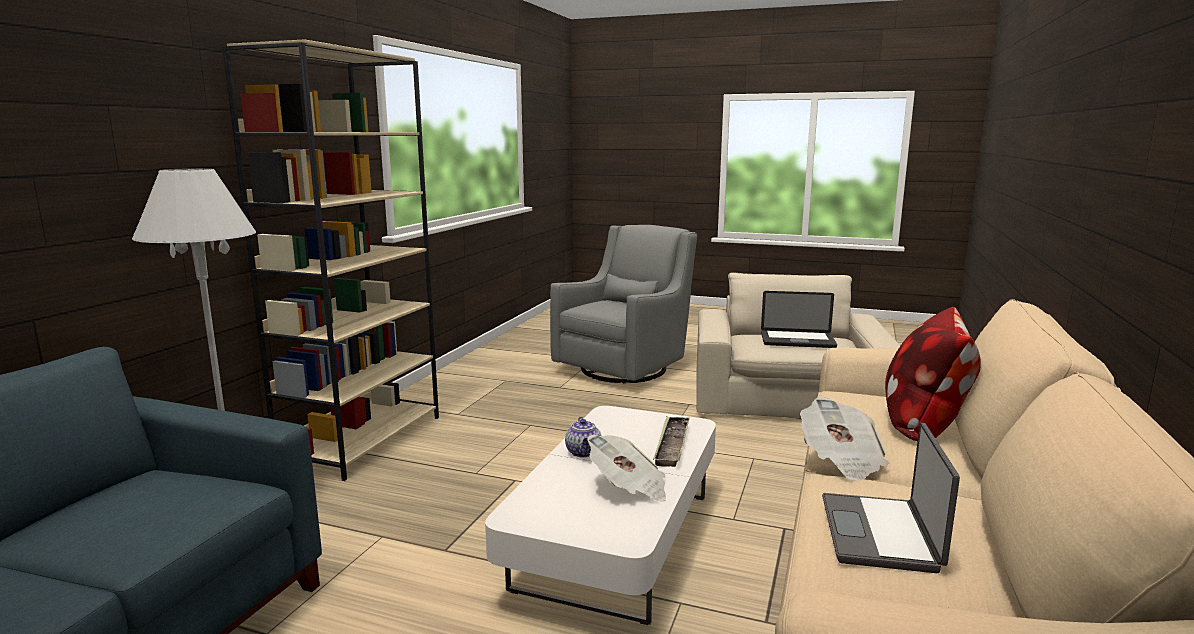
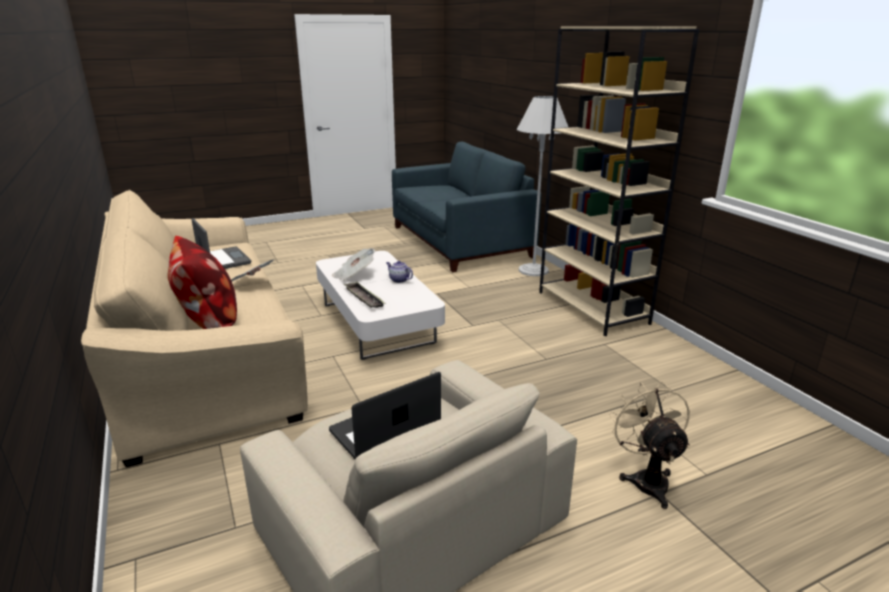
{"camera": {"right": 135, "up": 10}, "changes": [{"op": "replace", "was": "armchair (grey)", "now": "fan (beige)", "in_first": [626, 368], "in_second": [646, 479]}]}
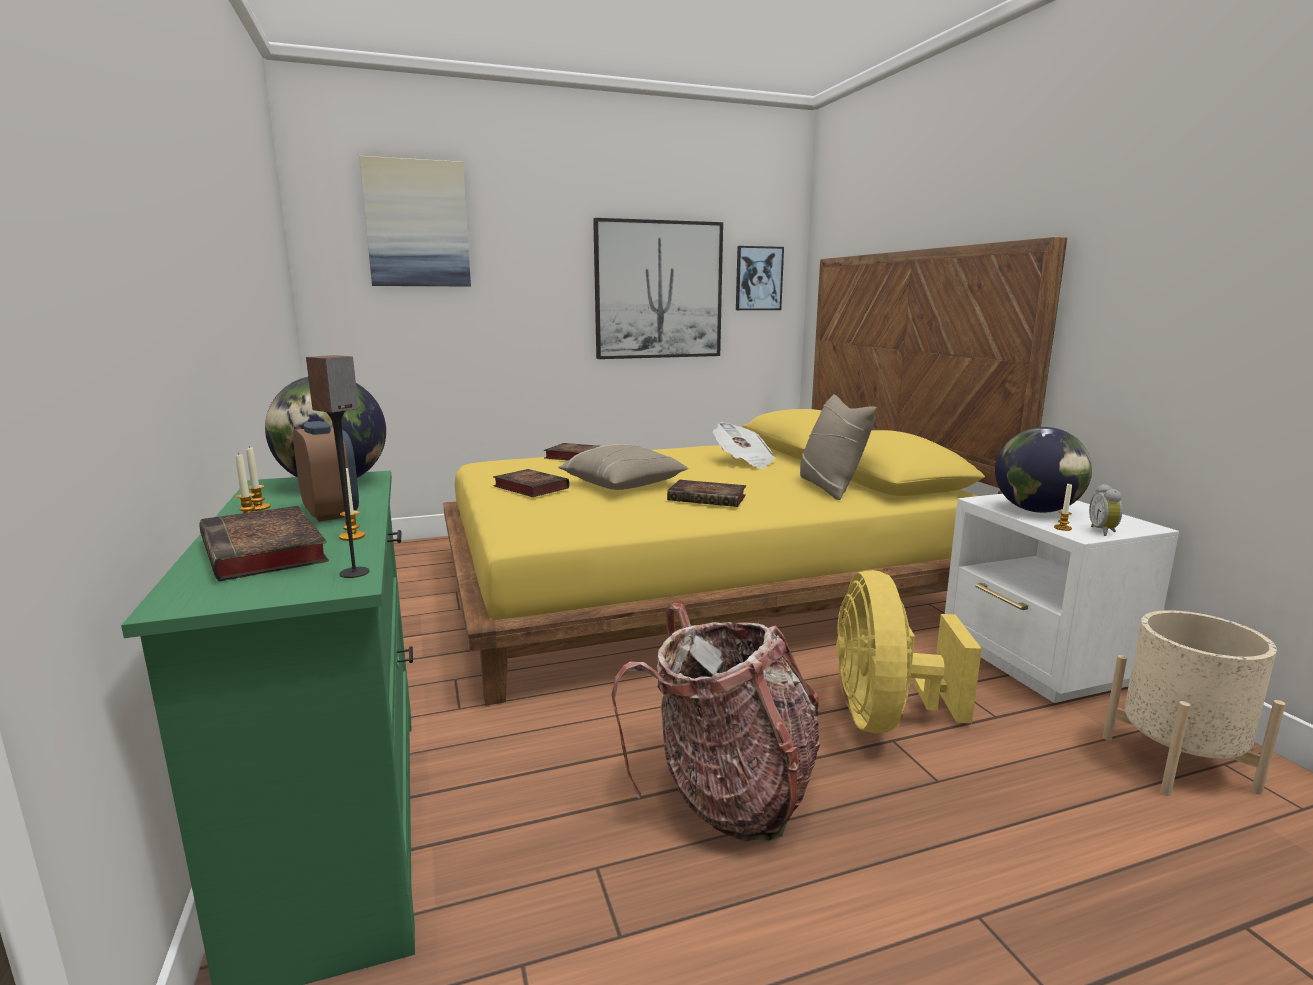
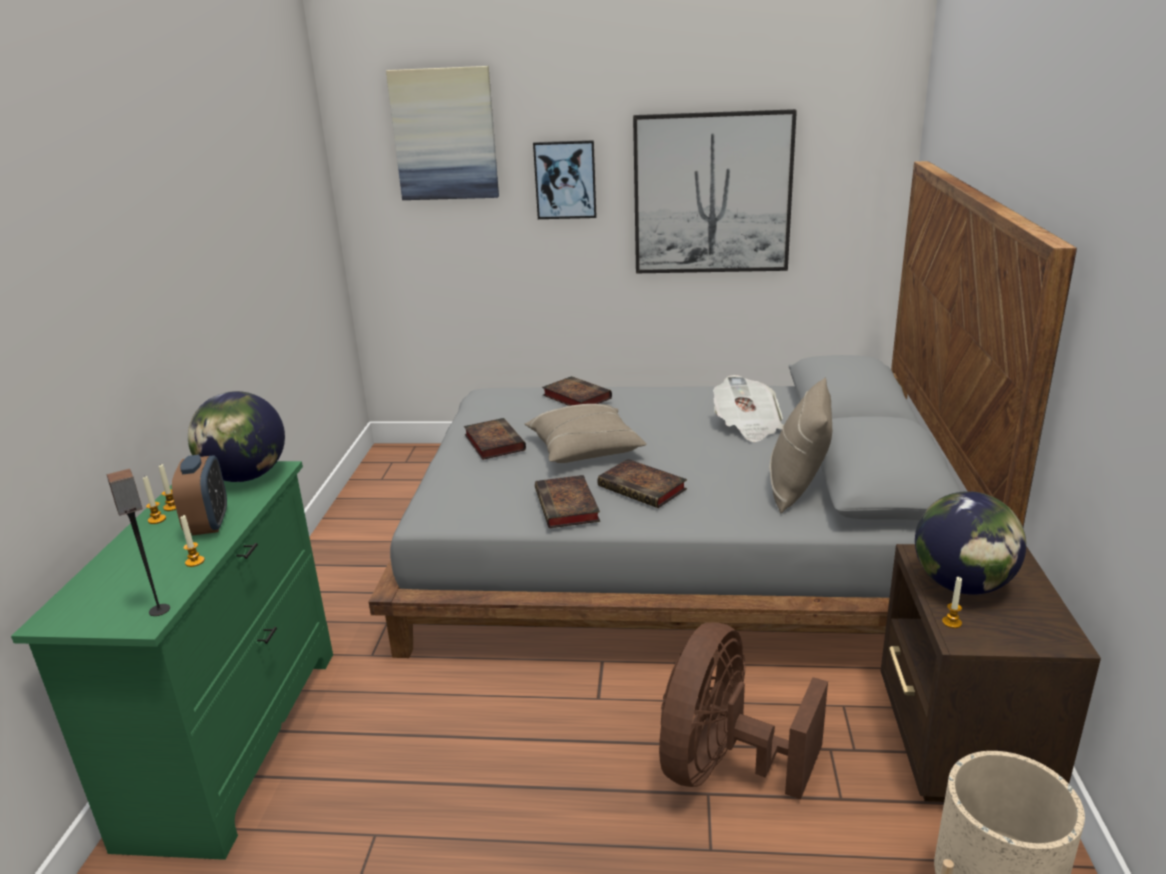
{"camera": {"right": 25, "up": 10}, "changes": [{"op": "move", "was": "book", "in_first": [266, 552], "in_second": [568, 507]}, {"op": "recolor", "was": "bed (yellow)", "now": "bed (grey)", "in_first": [699, 583], "in_second": [676, 552]}, {"op": "delete", "was": "backpack", "in_first": [729, 794]}, {"op": "move", "was": "picture", "in_first": [758, 278], "in_second": [565, 180]}, {"op": "recolor", "was": "fan (yellow)", "now": "fan (brown)", "in_first": [885, 717], "in_second": [724, 766]}, {"op": "recolor", "was": "nightstand (white)", "now": "nightstand (brown)", "in_first": [1037, 664], "in_second": [958, 747]}, {"op": "delete", "was": "alarm clock", "in_first": [1104, 531]}]}
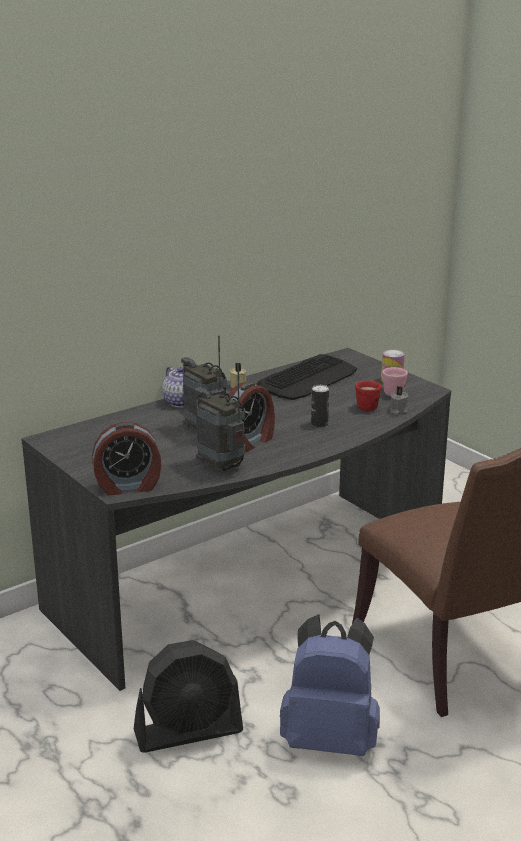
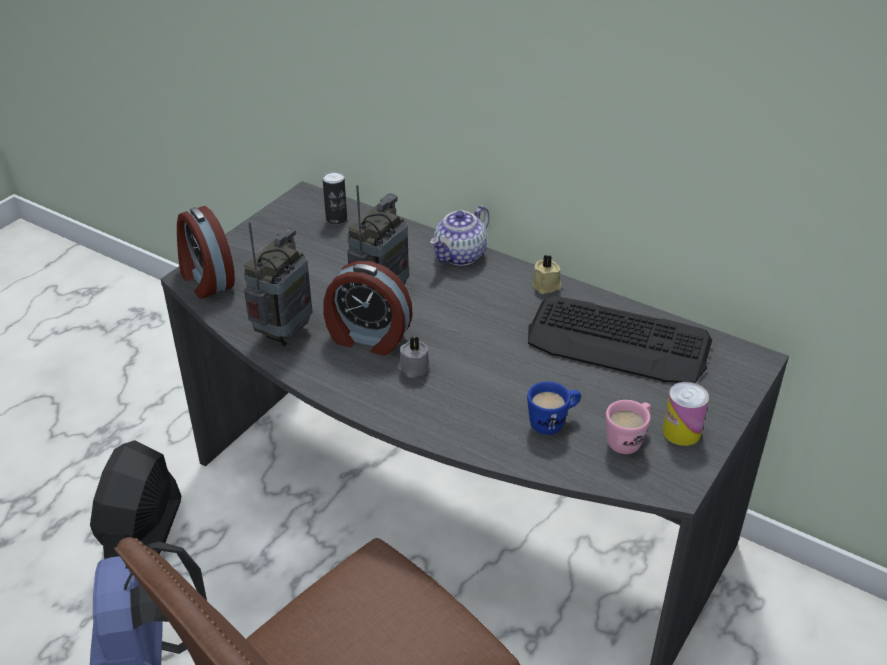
{"camera": {"right": 70, "up": 15}, "changes": [{"op": "rotate", "was": "fan (black)", "in_first": [189, 731], "in_second": [144, 539], "clockwise": 45}, {"op": "move", "was": "can", "in_first": [319, 424], "in_second": [336, 219]}, {"op": "recolor", "was": "mug (red)", "now": "mug (blue)", "in_first": [366, 406], "in_second": [553, 422]}, {"op": "move", "was": "candle (grey)", "in_first": [397, 411], "in_second": [413, 368]}]}
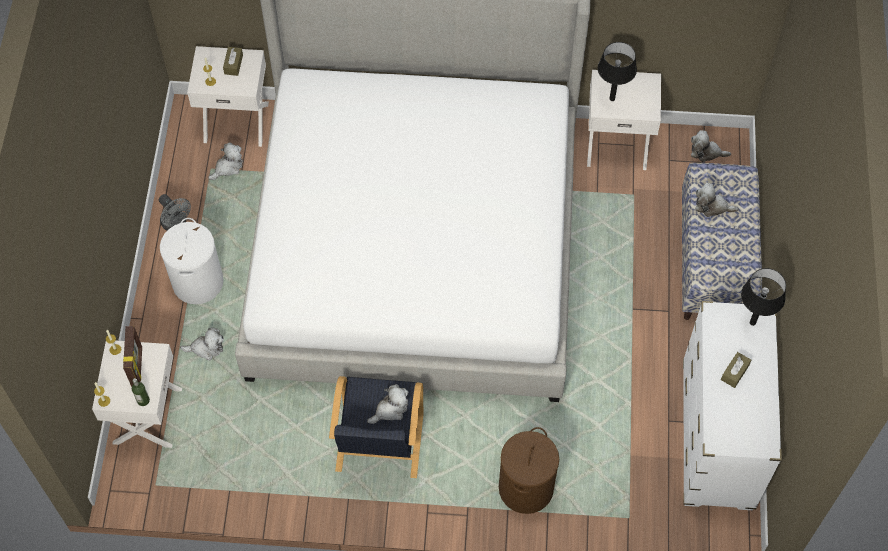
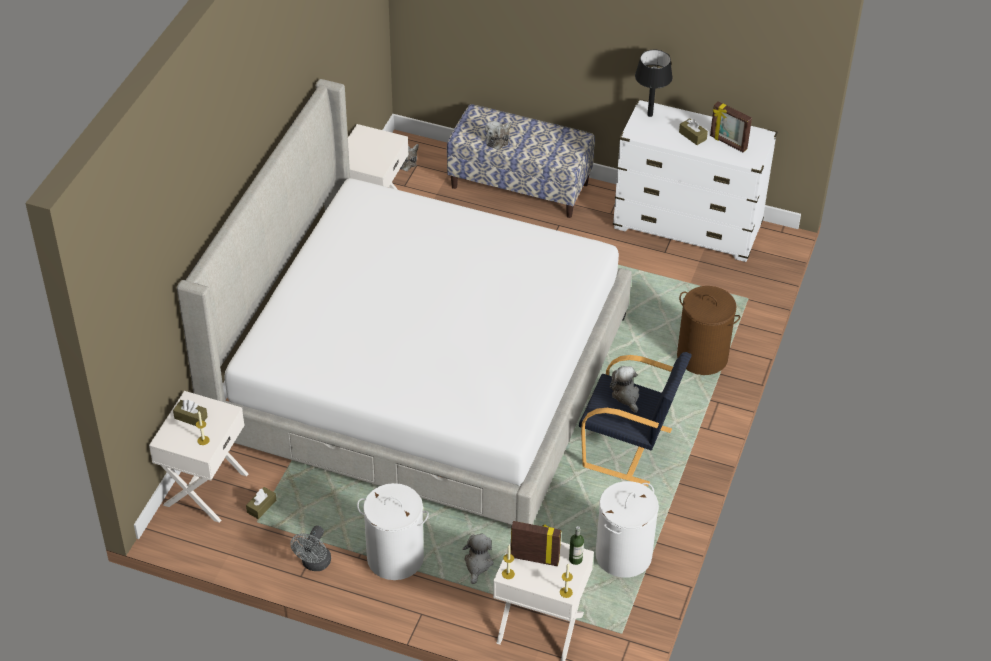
{"camera": {"right": -75, "up": -15}, "changes": [{"op": "rotate", "was": "fan (grey)", "in_first": [176, 224], "in_second": [314, 564], "clockwise": 135}, {"op": "replace", "was": "plush toy", "now": "tissue box (brown)", "in_first": [228, 167], "in_second": [261, 506]}, {"op": "delete", "was": "table lamp (black)", "in_first": [612, 99]}, {"op": "insert", "now": "laundry basket (white)", "in_second": [623, 555]}, {"op": "insert", "now": "picture frame", "in_second": [728, 143]}]}
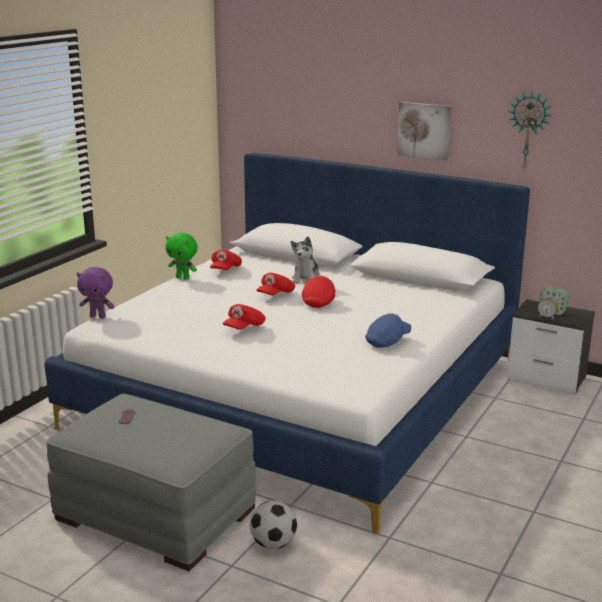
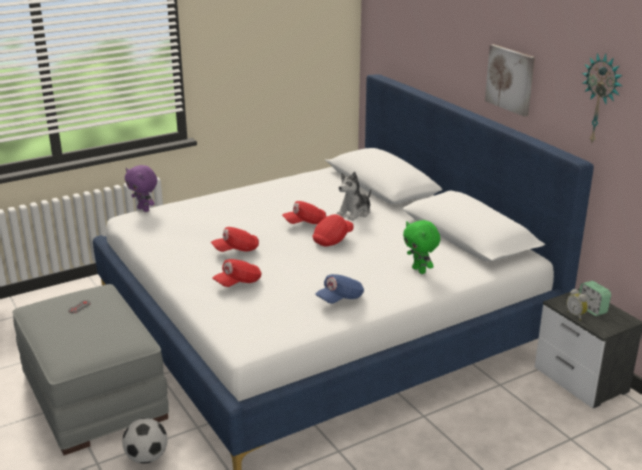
{"camera": {"right": 30, "up": 5}, "changes": [{"op": "move", "was": "plush toy (green)", "in_first": [183, 278], "in_second": [420, 270]}, {"op": "move", "was": "cap (red)", "in_first": [225, 270], "in_second": [238, 283]}, {"op": "rotate", "was": "cap (blue)", "in_first": [387, 341], "in_second": [340, 299], "clockwise": 150}]}
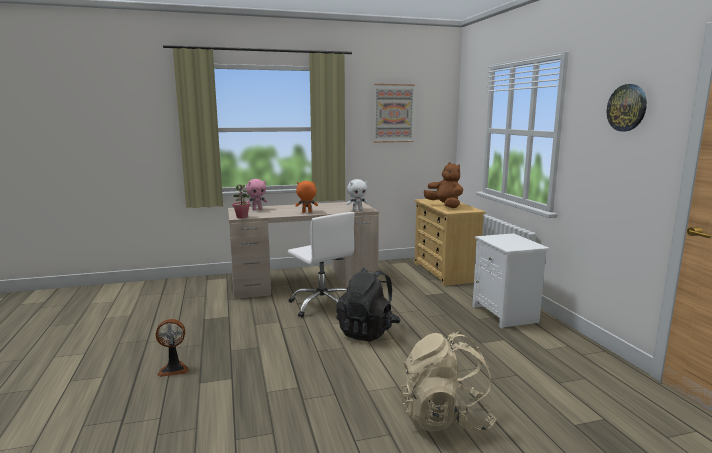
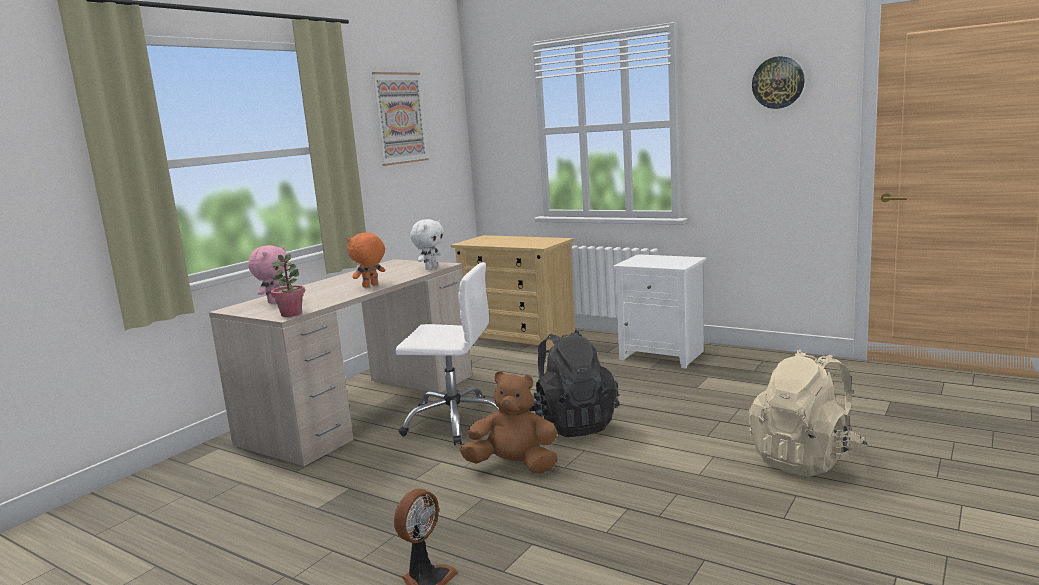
{"camera": {"right": -40, "up": 0}, "changes": [{"op": "move", "was": "plush toy (brown)", "in_first": [445, 206], "in_second": [514, 466]}]}
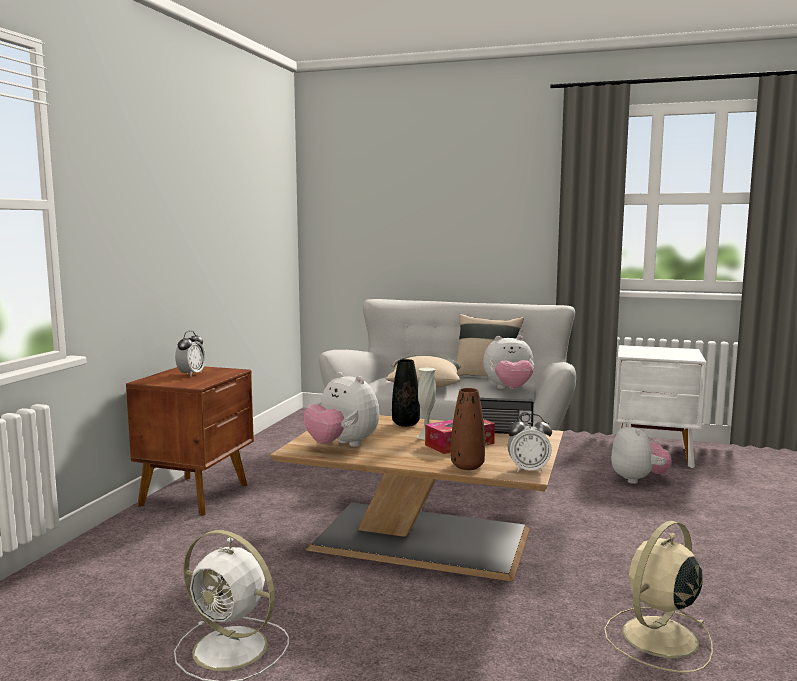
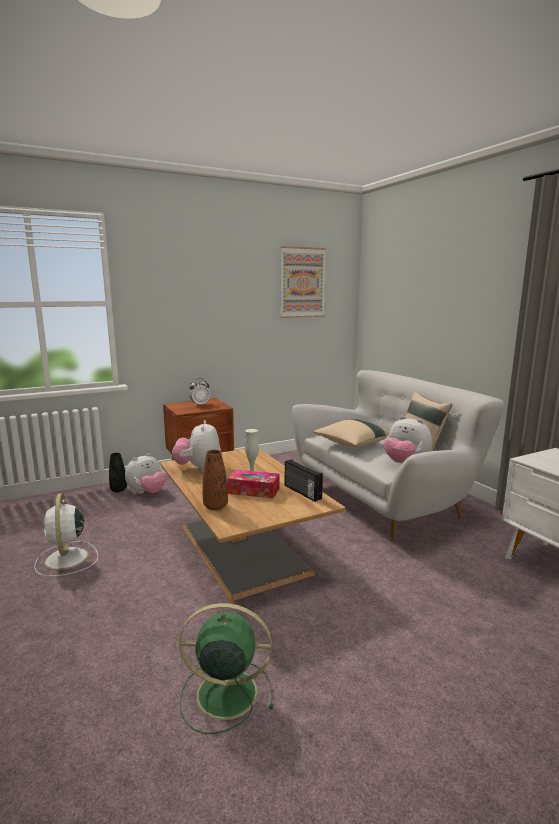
{"camera": {"right": 45, "up": 5}, "changes": [{"op": "move", "was": "vase (black)", "in_first": [405, 424], "in_second": [118, 490]}, {"op": "delete", "was": "alarm clock", "in_first": [528, 470]}, {"op": "recolor", "was": "fan (beige)", "now": "fan (green)", "in_first": [658, 638], "in_second": [224, 693]}, {"op": "move", "was": "plush toy", "in_first": [638, 479], "in_second": [147, 492]}, {"op": "insert", "now": "picture", "in_second": [302, 282]}]}
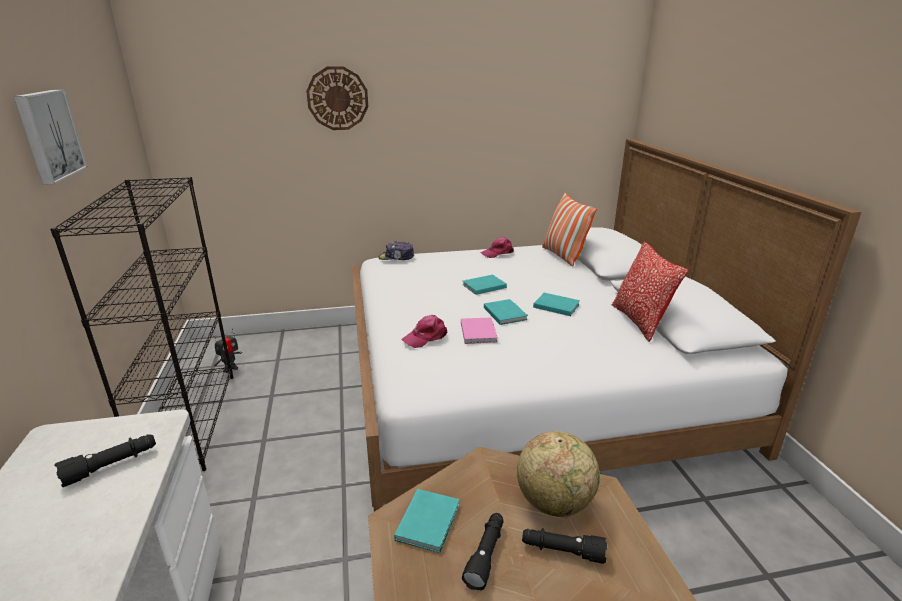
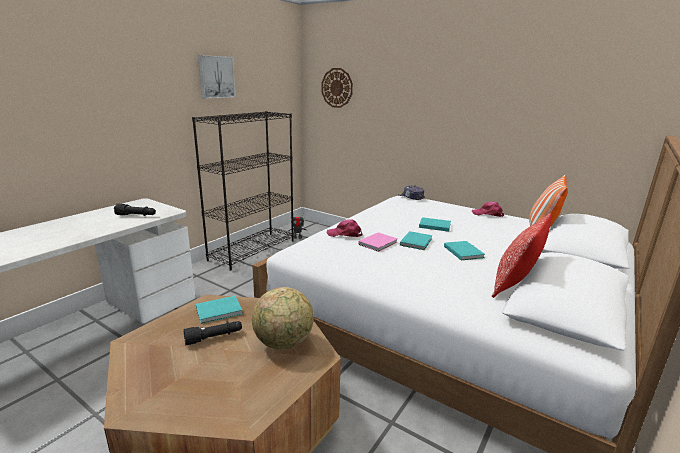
{"camera": {"right": 45, "up": -5}, "changes": [{"op": "move", "was": "wall clock", "in_first": [337, 98], "in_second": [337, 88]}, {"op": "delete", "was": "flashlight (black)", "in_first": [562, 551]}]}
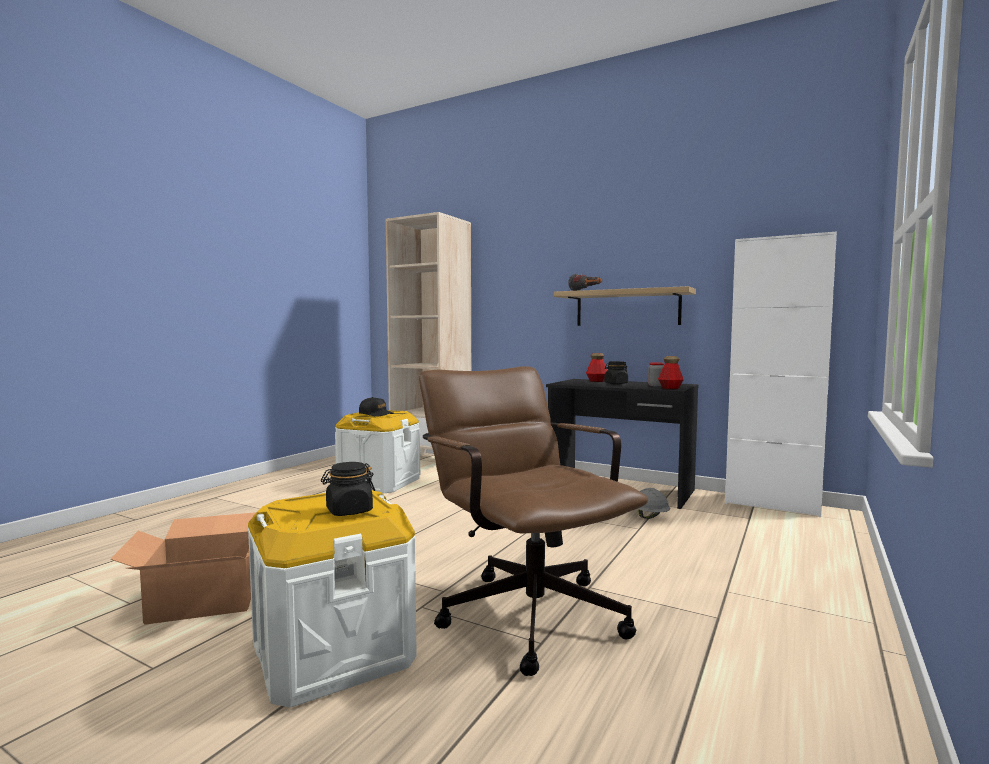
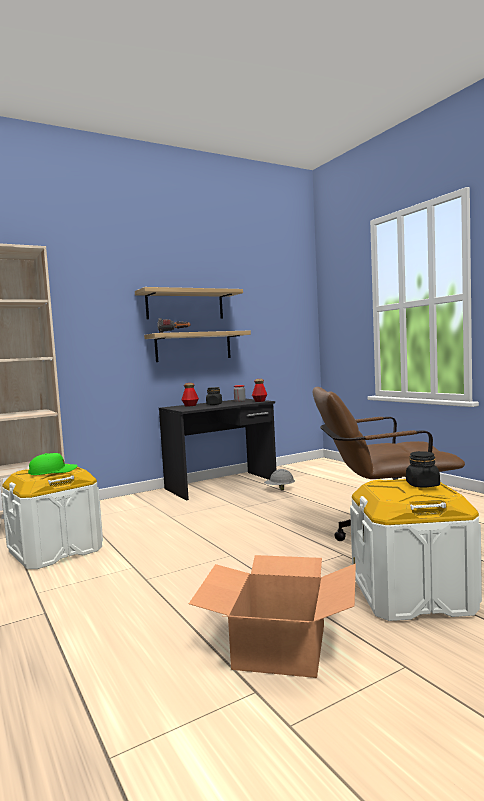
{"camera": {"right": -60, "up": 0}, "changes": [{"op": "recolor", "was": "cap (black)", "now": "cap (green)", "in_first": [376, 414], "in_second": [53, 471]}, {"op": "delete", "was": "cabinet (white)", "in_first": [772, 505]}, {"op": "insert", "now": "shelf", "in_second": [185, 305]}]}
